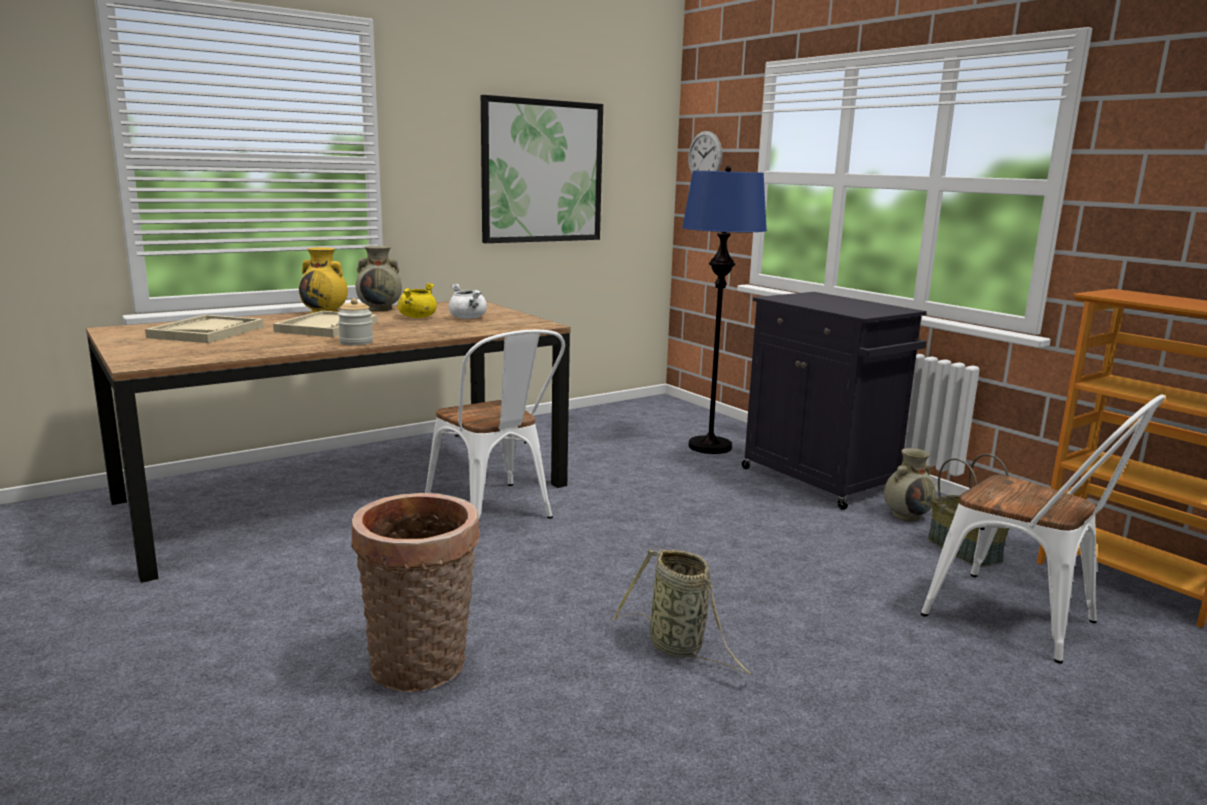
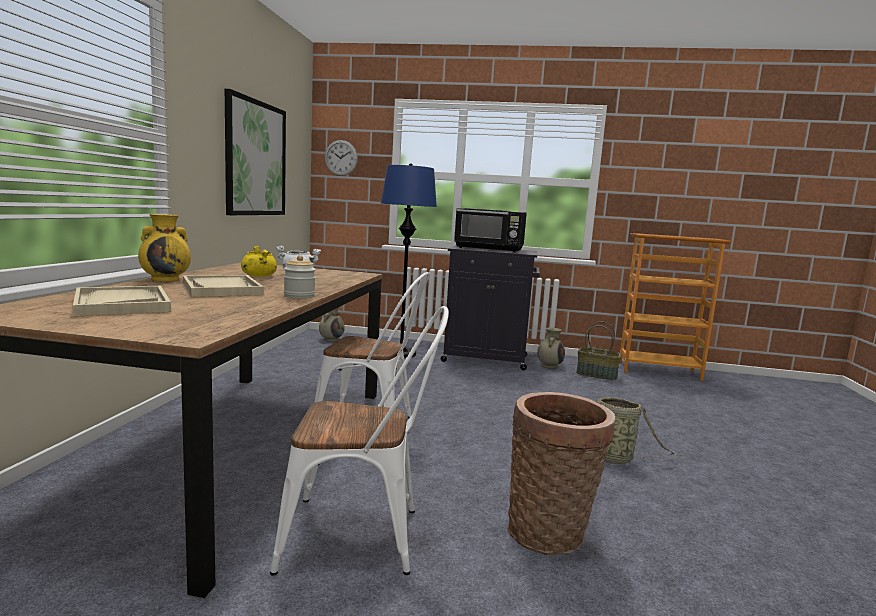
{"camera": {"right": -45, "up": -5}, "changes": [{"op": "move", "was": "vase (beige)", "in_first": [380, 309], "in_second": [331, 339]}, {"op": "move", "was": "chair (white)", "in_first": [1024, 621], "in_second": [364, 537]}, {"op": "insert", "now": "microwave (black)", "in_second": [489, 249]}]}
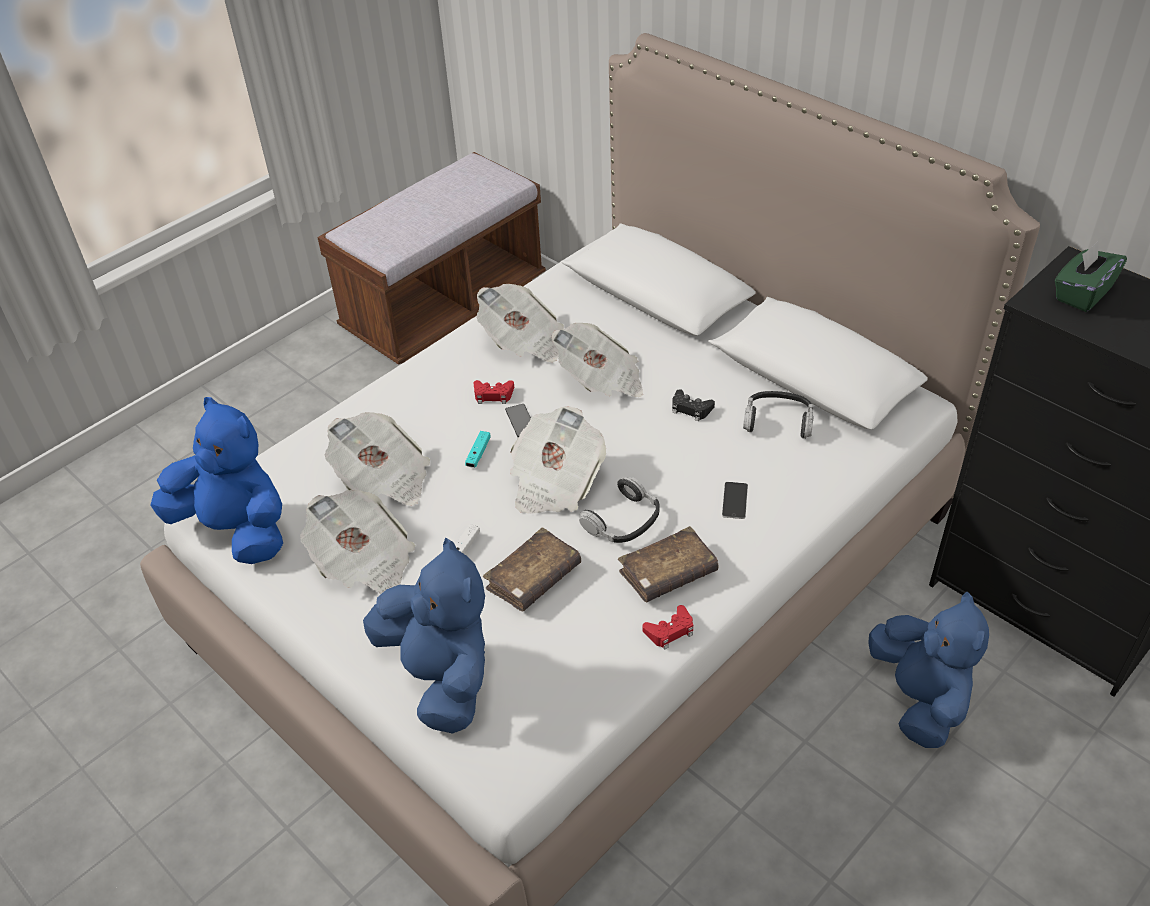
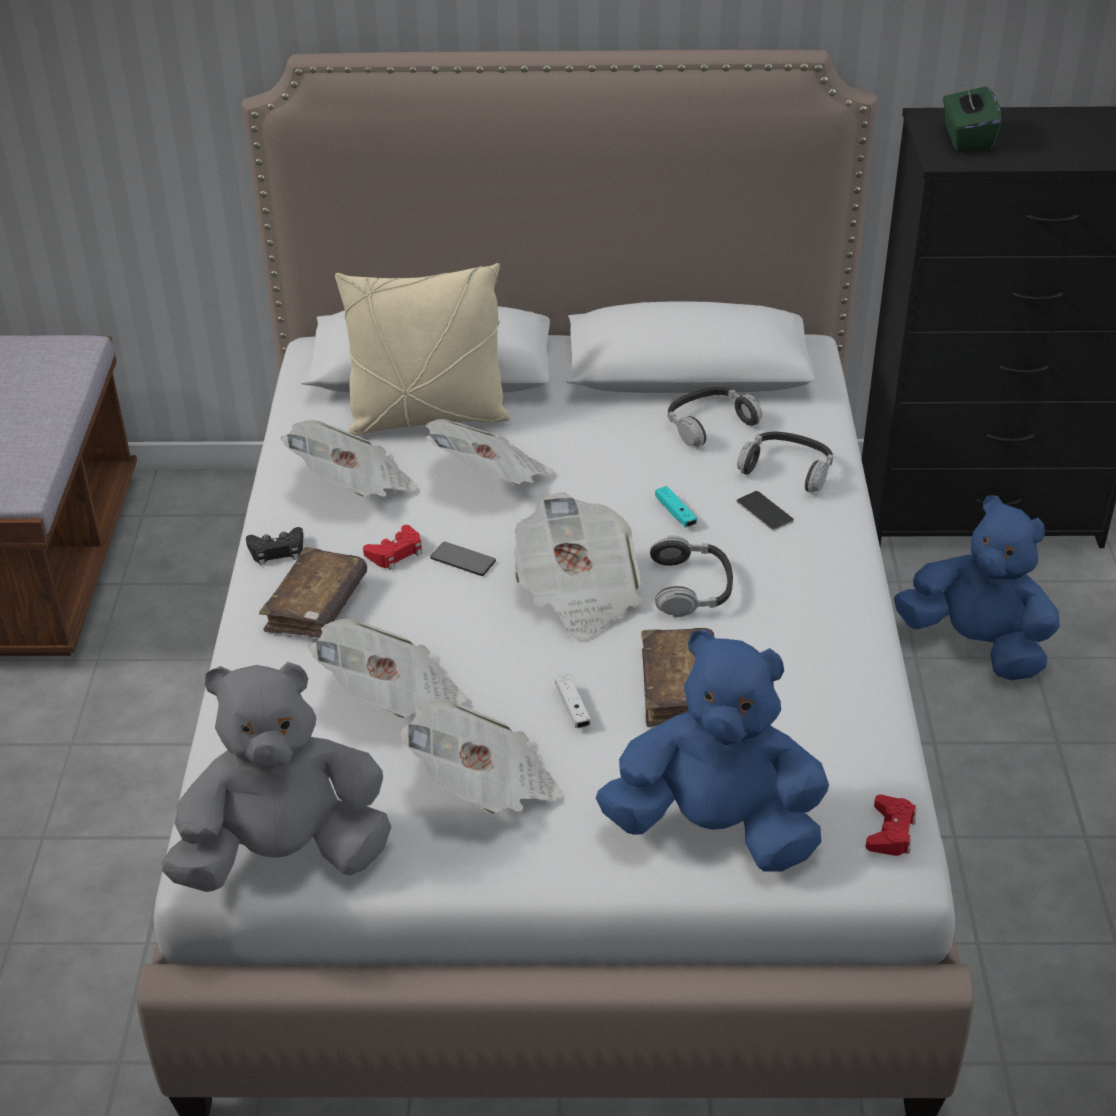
{"camera": {"right": -45, "up": -5}, "changes": [{"op": "recolor", "was": "plush toy (blue)", "now": "plush toy (grey)", "in_first": [236, 529], "in_second": [285, 854]}, {"op": "move", "was": "game controller (turquoise)", "in_first": [478, 453], "in_second": [675, 513]}, {"op": "move", "was": "book (brown)", "in_first": [668, 573], "in_second": [316, 605]}, {"op": "move", "was": "game controller (red)", "in_first": [670, 631], "in_second": [891, 832]}, {"op": "move", "was": "game controller (black)", "in_first": [691, 409], "in_second": [277, 551]}, {"op": "insert", "now": "pillow (beige)", "in_second": [427, 418]}, {"op": "insert", "now": "headphones", "in_second": [787, 469]}]}
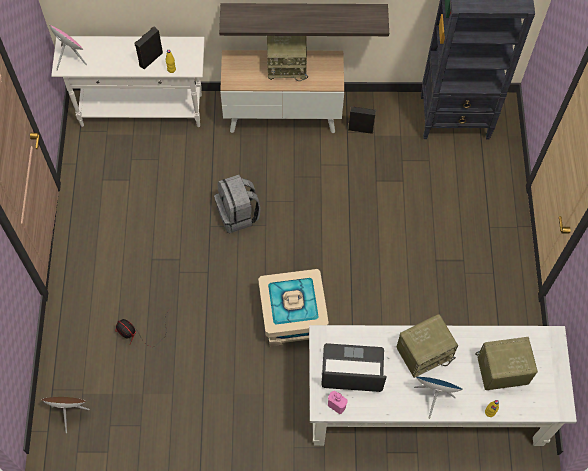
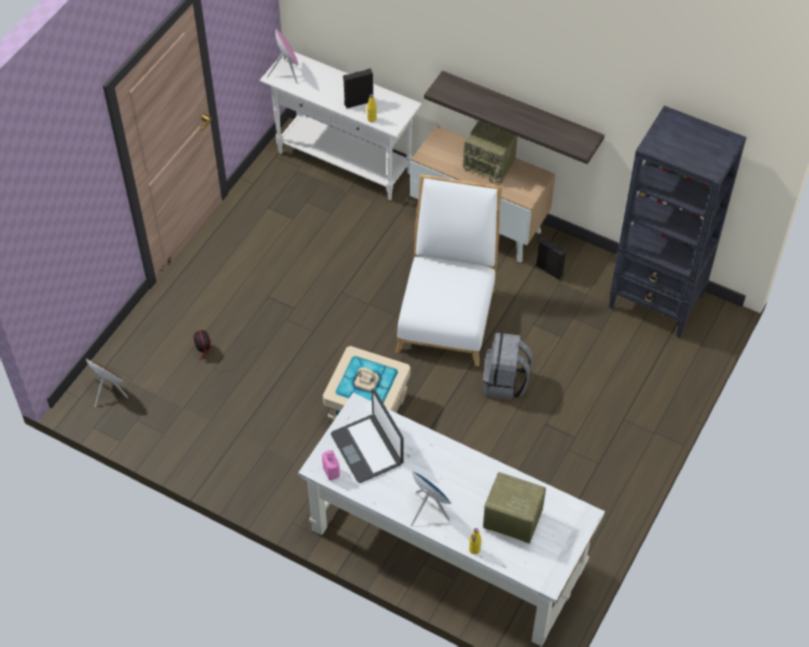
{"camera": {"right": 30, "up": -10}, "changes": [{"op": "move", "was": "backpack (grey)", "in_first": [238, 214], "in_second": [505, 382]}, {"op": "rotate", "was": "laptop", "in_first": [352, 369], "in_second": [368, 449], "clockwise": -150}, {"op": "delete", "was": "radio", "in_first": [424, 352]}, {"op": "insert", "now": "chair (white)", "in_second": [447, 313]}]}
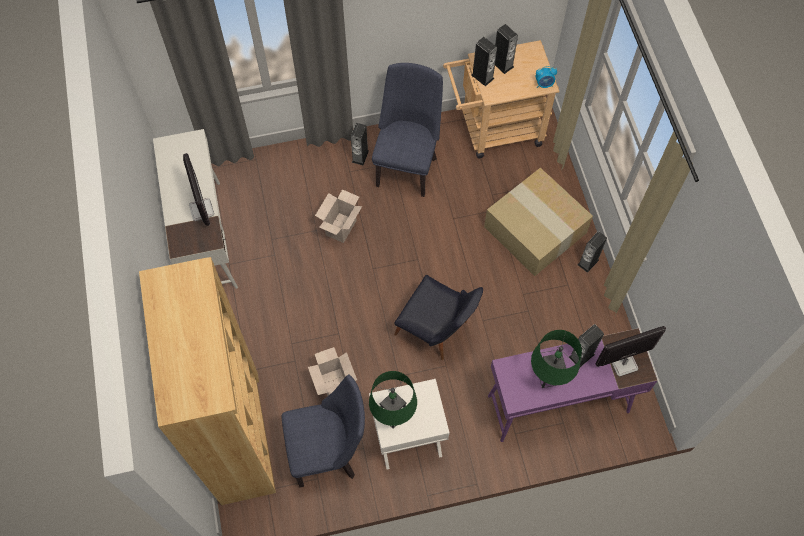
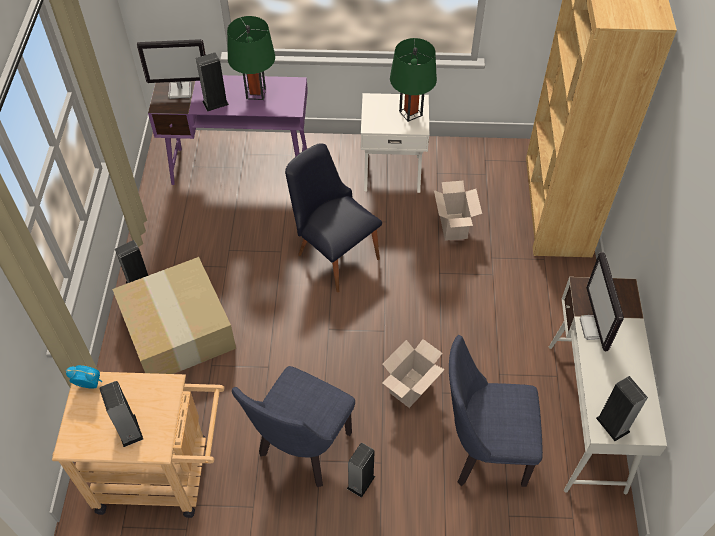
{"camera": {"right": -165, "up": -10}, "changes": [{"op": "move", "was": "chair (blue)", "in_first": [329, 452], "in_second": [482, 452]}, {"op": "move", "was": "speaker", "in_first": [482, 76], "in_second": [613, 425]}]}
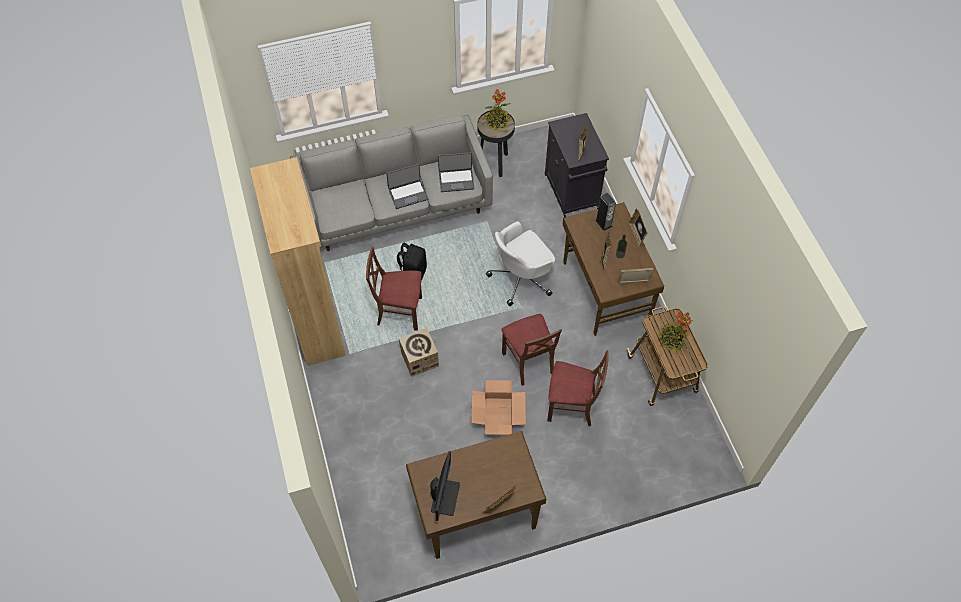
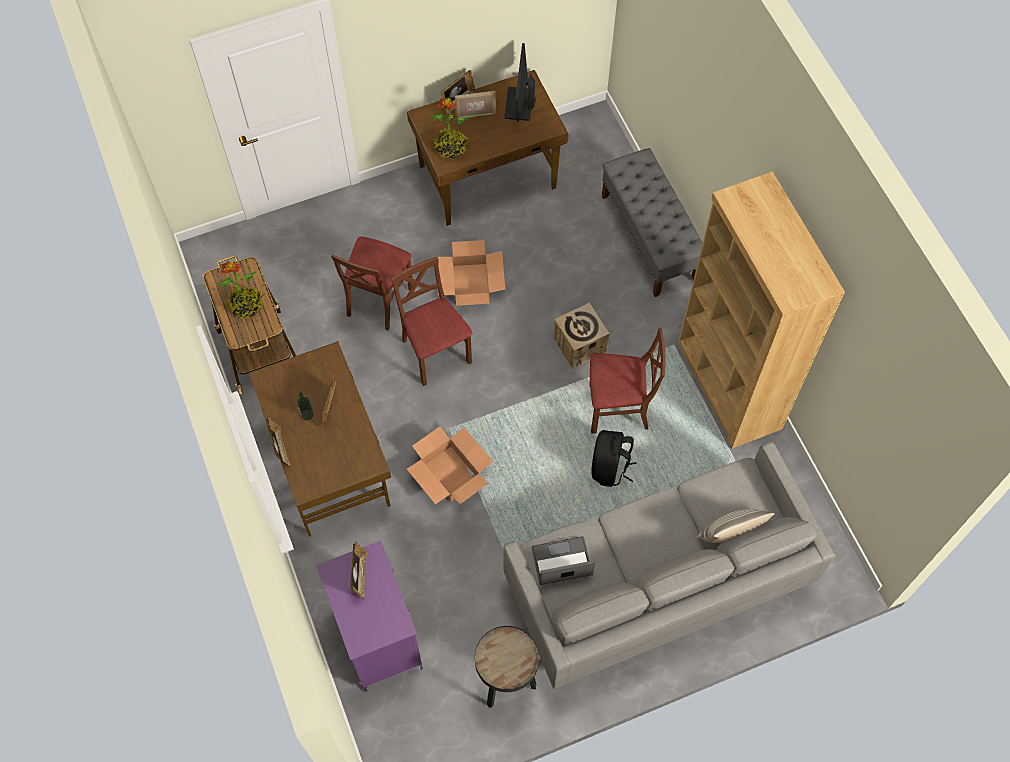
{"camera": {"right": 175, "up": 5}, "changes": [{"op": "delete", "was": "laptop", "in_first": [408, 194]}, {"op": "move", "was": "potted plant", "in_first": [497, 122], "in_second": [451, 147]}, {"op": "replace", "was": "office chair (white)", "now": "cardboard box", "in_first": [521, 278], "in_second": [450, 474]}, {"op": "recolor", "was": "cabinet (black)", "now": "cabinet (purple)", "in_first": [572, 192], "in_second": [377, 634]}, {"op": "rotate", "was": "chair (brown)", "in_first": [571, 406], "in_second": [378, 300], "clockwise": -75}, {"op": "delete", "was": "speaker", "in_first": [603, 223]}, {"op": "move", "was": "picture frame", "in_first": [633, 282], "in_second": [475, 115]}, {"op": "insert", "now": "bench (grey)", "in_second": [649, 238]}, {"op": "insert", "now": "pillow", "in_second": [729, 534]}]}
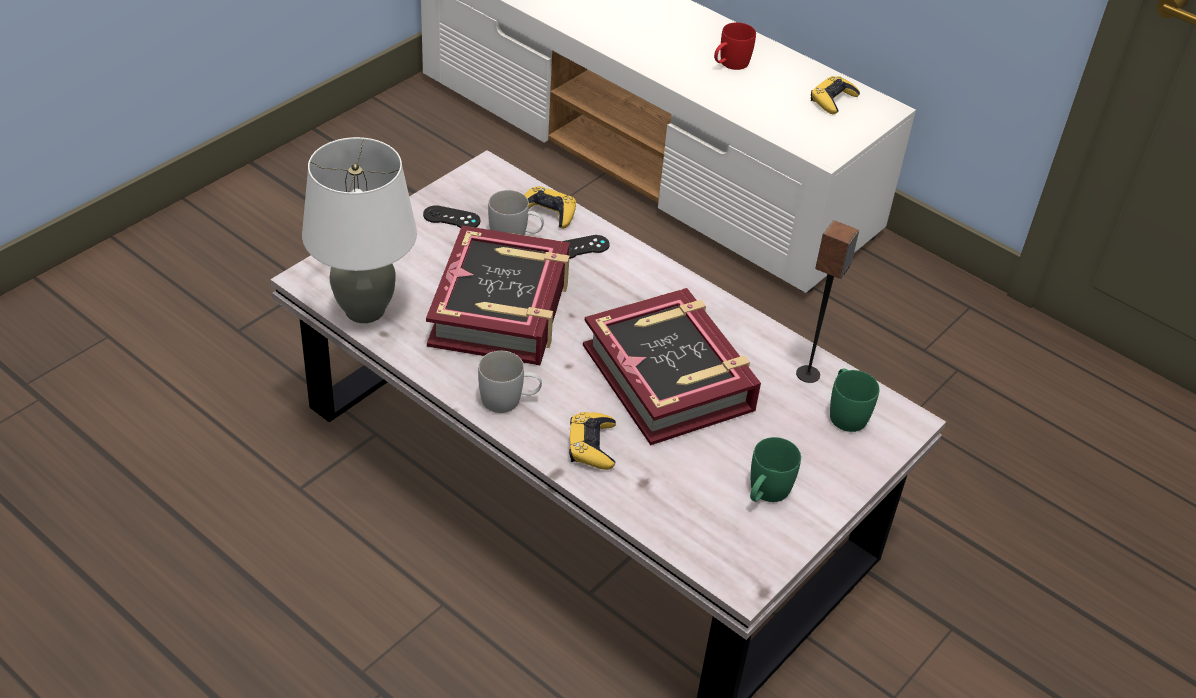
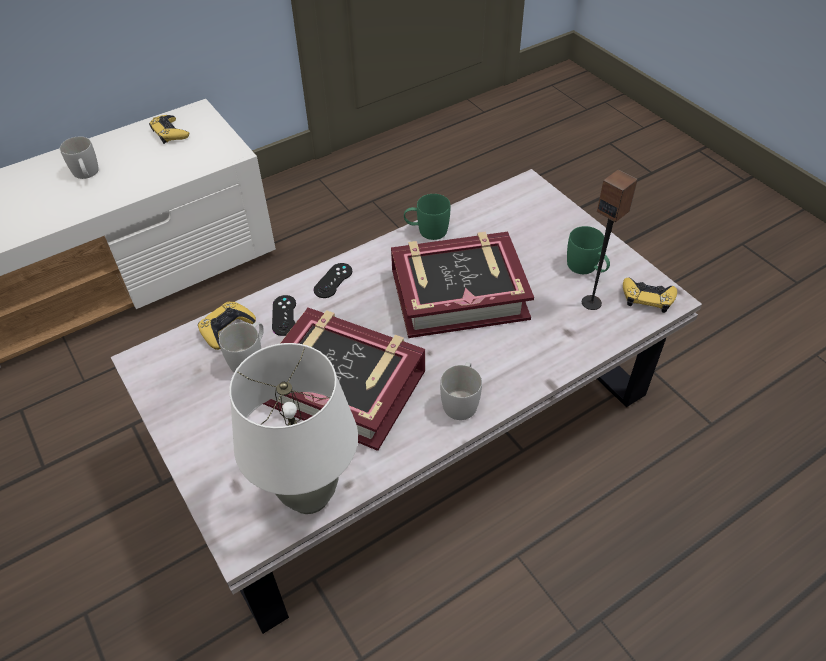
{"camera": {"right": -70, "up": 5}, "changes": [{"op": "move", "was": "game controller (black)", "in_first": [451, 218], "in_second": [333, 280]}, {"op": "move", "was": "game controller (yellow)", "in_first": [592, 445], "in_second": [647, 298]}, {"op": "recolor", "was": "mug (red)", "now": "mug (white)", "in_first": [730, 64], "in_second": [87, 175]}, {"op": "move", "was": "speaker", "in_first": [808, 374], "in_second": [591, 302]}, {"op": "move", "was": "mug (green)", "in_first": [845, 412], "in_second": [426, 231]}]}
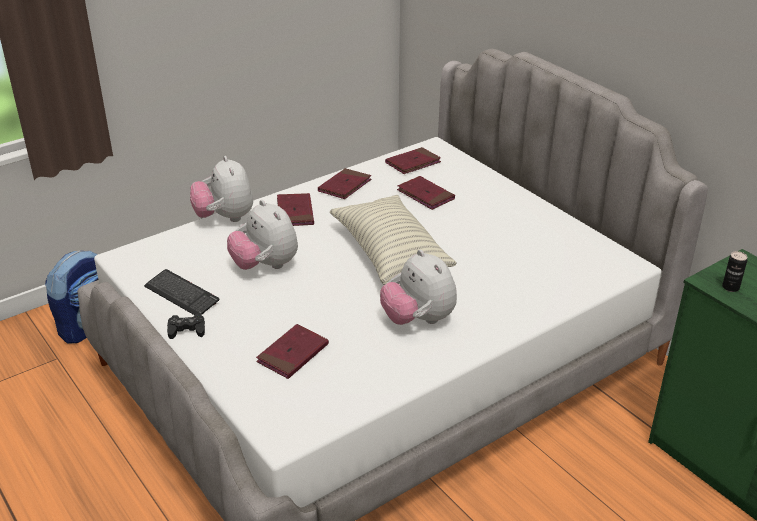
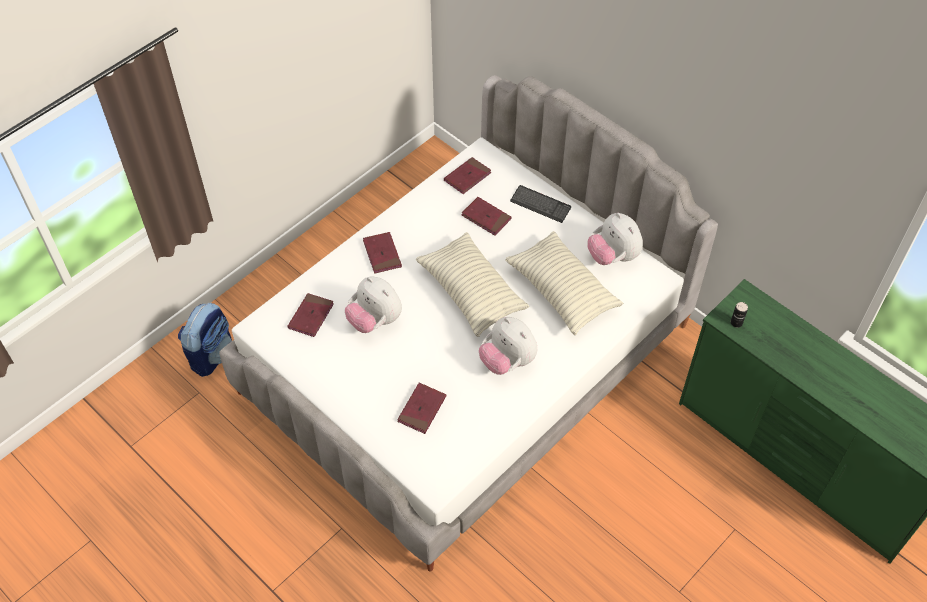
{"camera": {"right": -10, "up": 20}, "changes": [{"op": "move", "was": "keyboard", "in_first": [181, 294], "in_second": [540, 205]}, {"op": "delete", "was": "game controller (black)", "in_first": [187, 330]}, {"op": "move", "was": "plush toy", "in_first": [225, 217], "in_second": [613, 256]}, {"op": "move", "was": "book (red)", "in_first": [344, 186], "in_second": [311, 316]}, {"op": "insert", "now": "pillow", "in_second": [562, 291]}]}
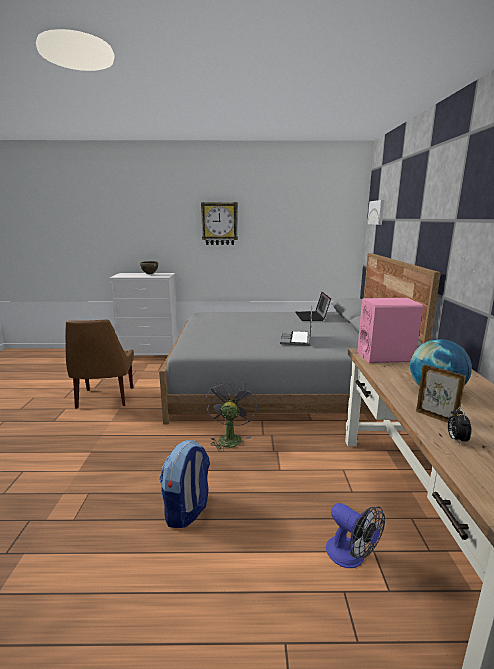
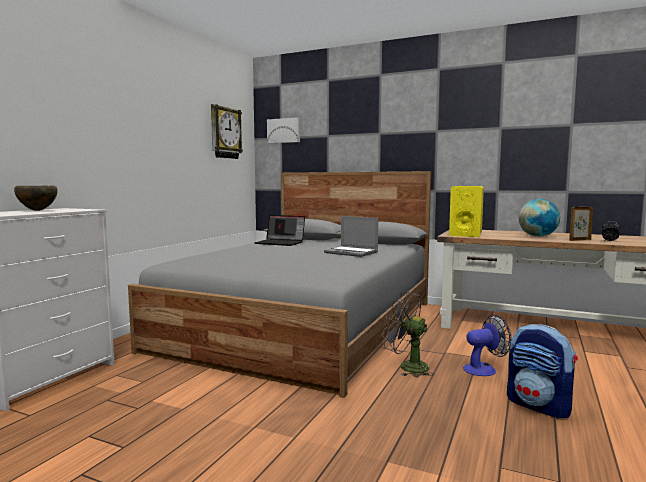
{"camera": {"right": -65, "up": -10}, "changes": [{"op": "delete", "was": "chair (brown)", "in_first": [104, 399]}, {"op": "move", "was": "wall clock", "in_first": [219, 223], "in_second": [225, 133]}, {"op": "move", "was": "fan", "in_first": [351, 556], "in_second": [484, 369]}, {"op": "recolor", "was": "speaker (pink)", "now": "speaker (yellow)", "in_first": [385, 357], "in_second": [465, 234]}]}
